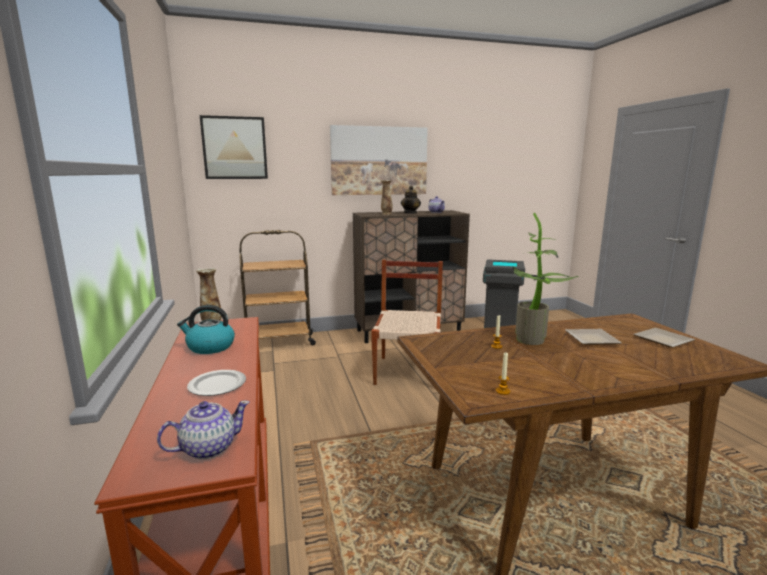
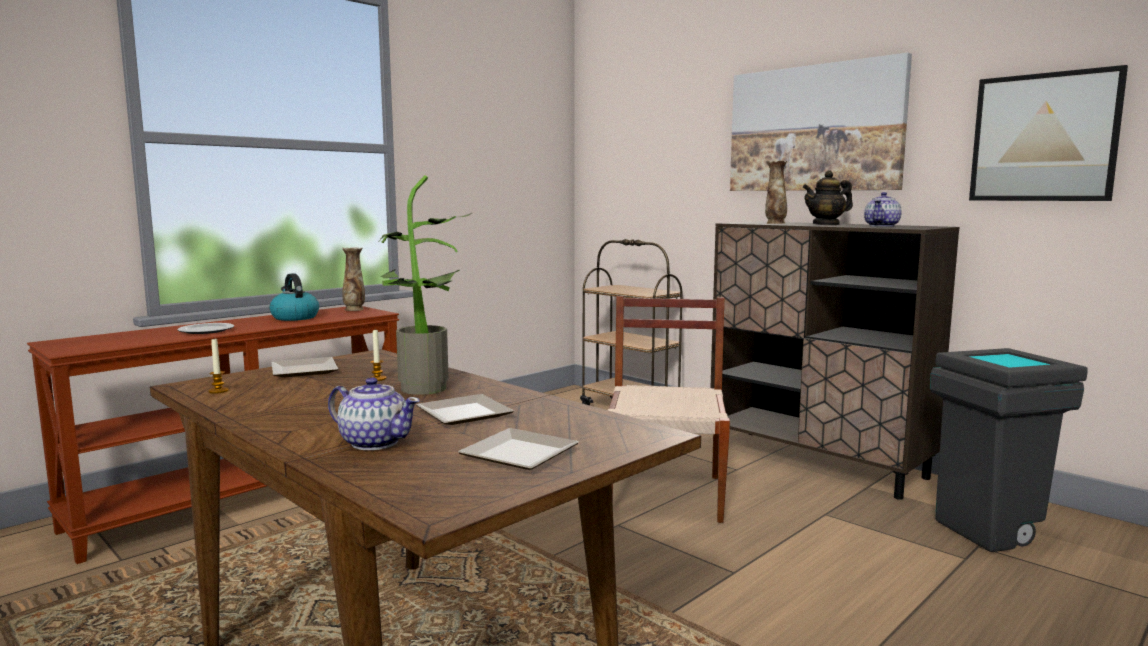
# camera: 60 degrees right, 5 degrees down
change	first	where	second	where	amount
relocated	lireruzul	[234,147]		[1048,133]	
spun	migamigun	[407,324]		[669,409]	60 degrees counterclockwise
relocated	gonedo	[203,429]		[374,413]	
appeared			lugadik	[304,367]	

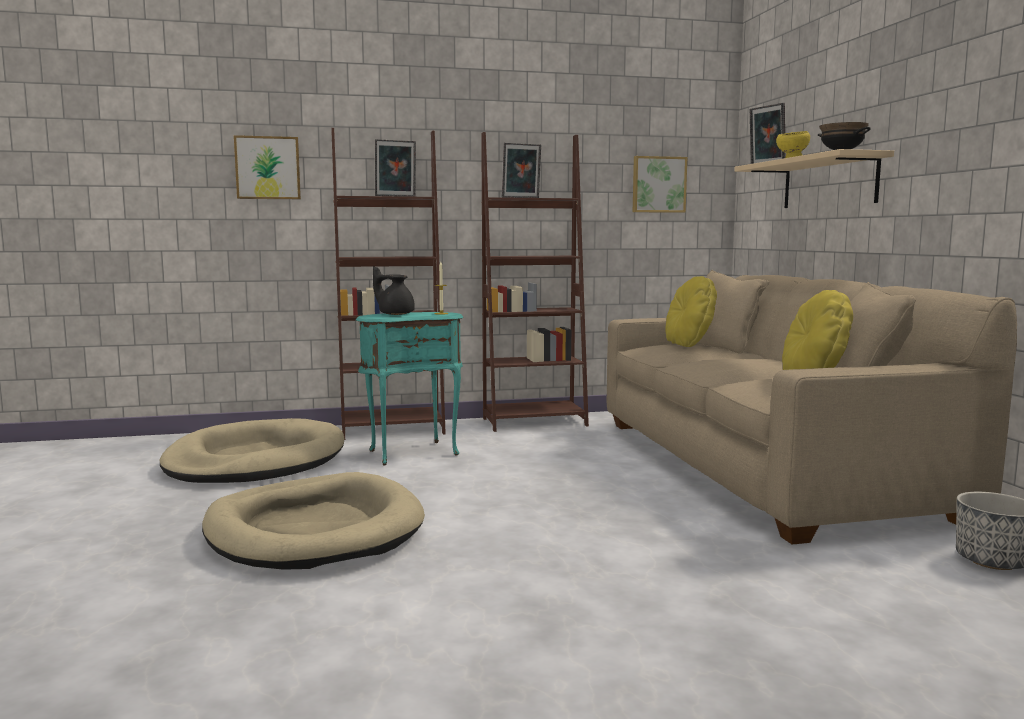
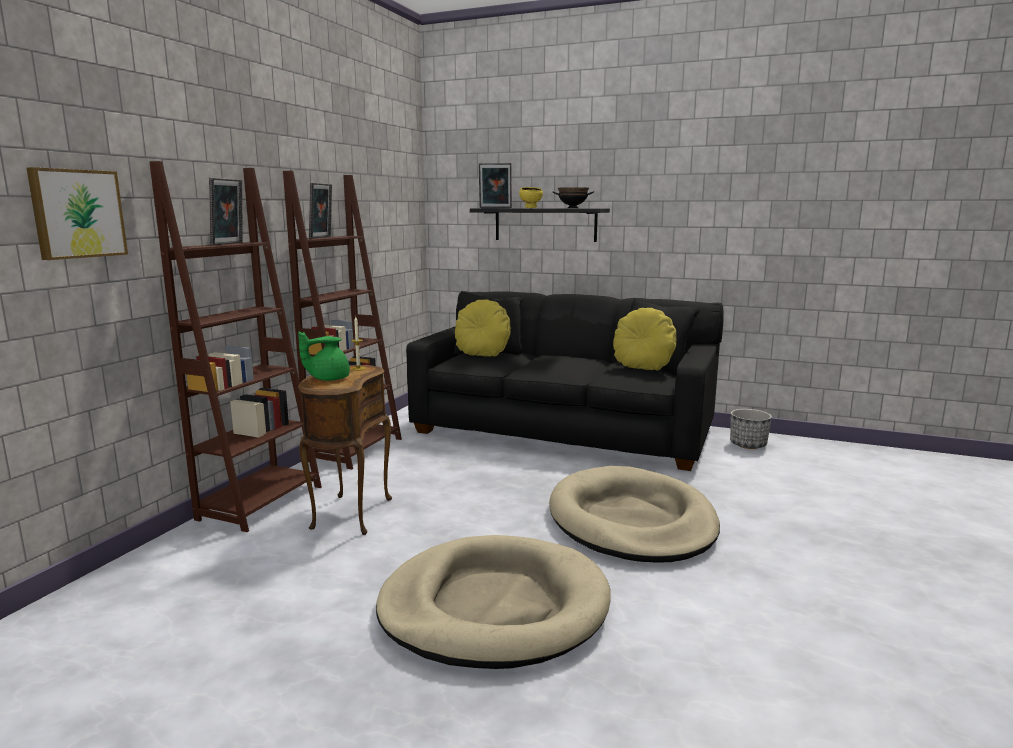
# camera: 55 degrees left, 5 degrees up
change	first	where	second	where	amount
colour	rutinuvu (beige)	[814,178]	rutinuvu (black)	[540,225]	
missing	lireruzul	[660,184]			
colour	gonedo (black)	[394,290]	gonedo (green)	[324,356]	
colour	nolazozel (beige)	[812,407]	nolazozel (black)	[565,381]	
colour	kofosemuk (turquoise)	[409,389]	kofosemuk (brown)	[345,450]	
relocated	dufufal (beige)	[252,450]		[634,514]	

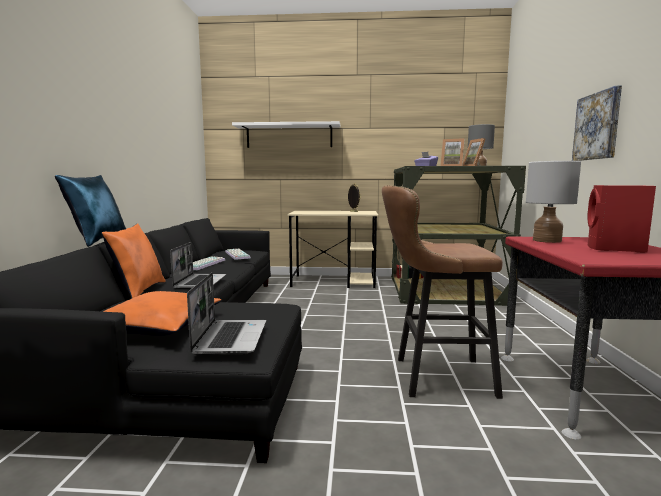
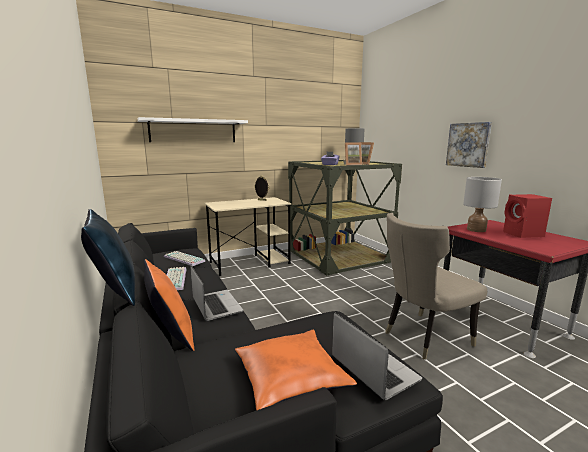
# camera: 30 degrees left, 5 degrees up
change	first	where	second	where	amount
exchanged	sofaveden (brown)	[442,292]	migamigun (beige)	[436,286]	

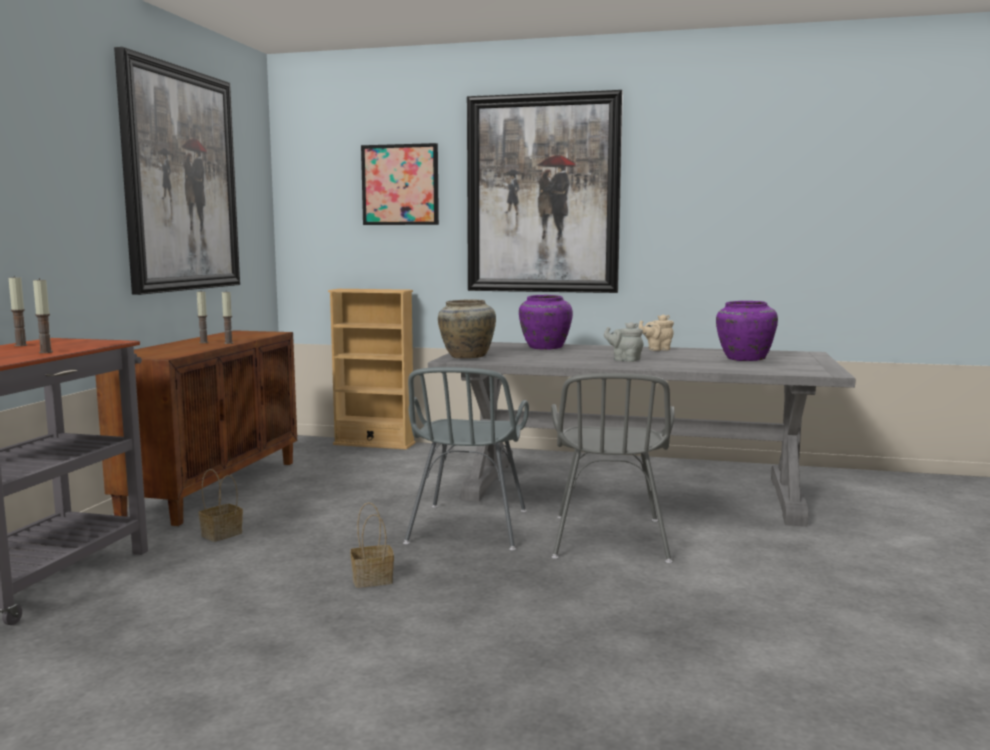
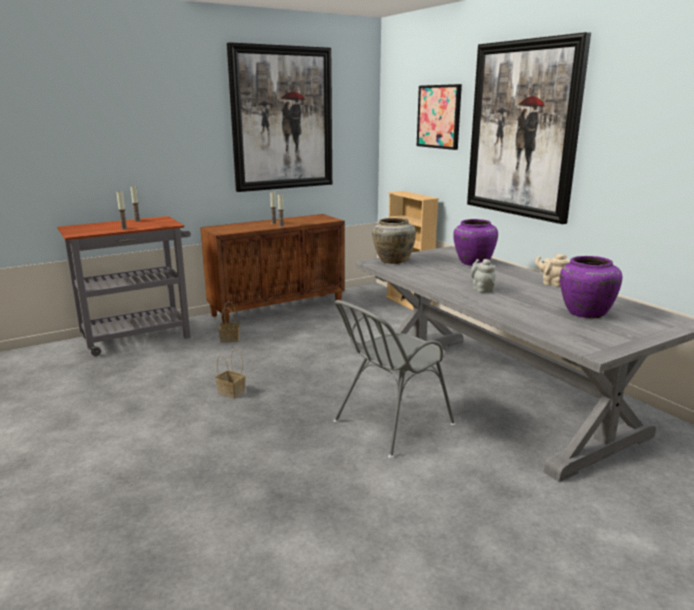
# camera: 45 degrees right, 10 degrees up
change	first	where	second	where	amount
missing	migamigun (grey)	[466,459]			

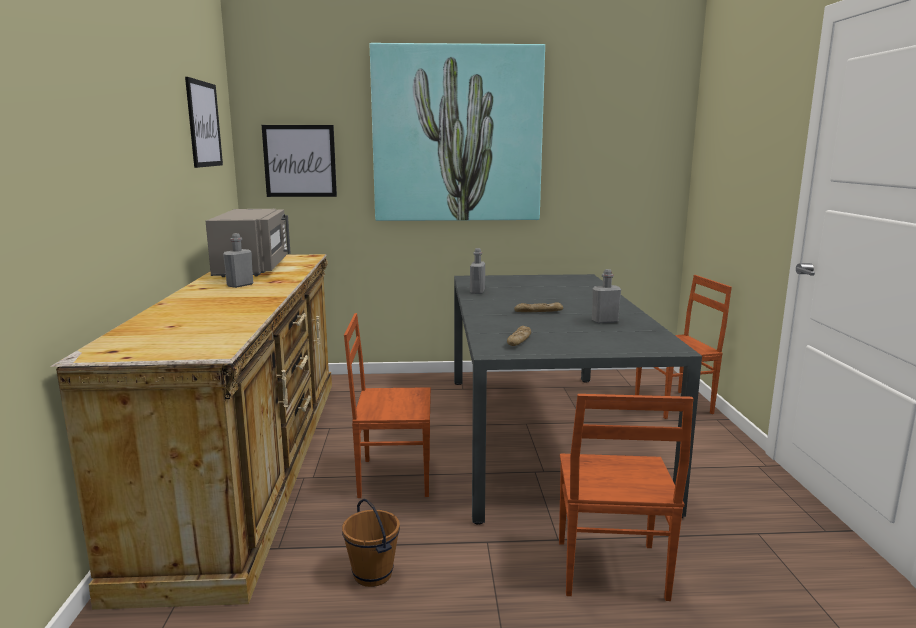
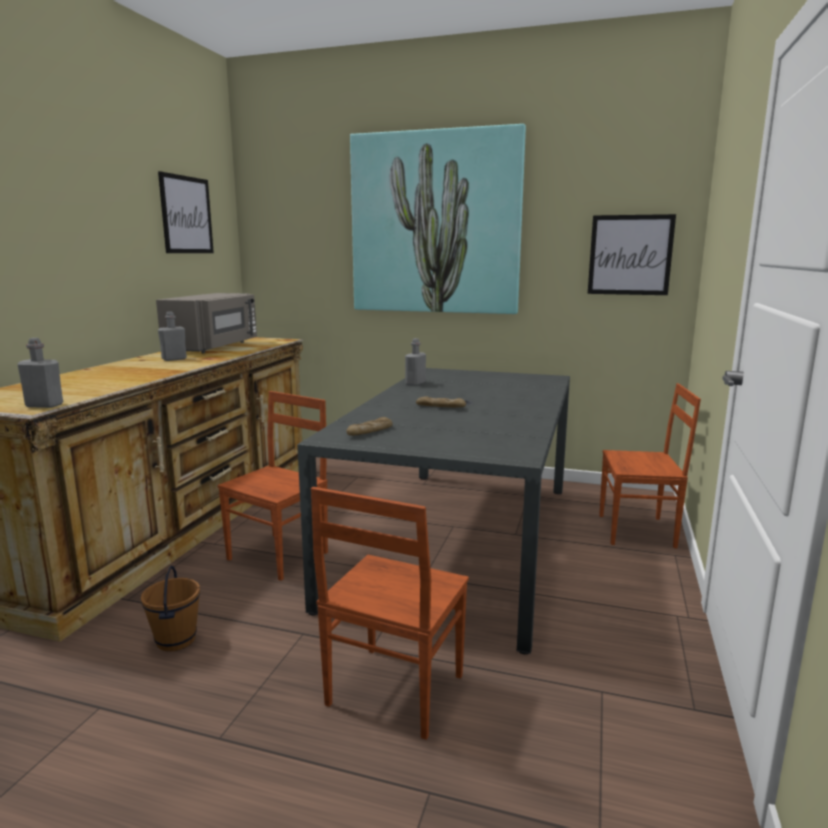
# camera: 20 degrees right, 0 degrees up
change	first	where	second	where	amount
relocated	lireruzul	[299,161]		[632,254]	
relocated	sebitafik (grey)	[606,296]		[40,373]	
spun	migamigun (brown)	[387,405]		[272,486]	105 degrees clockwise

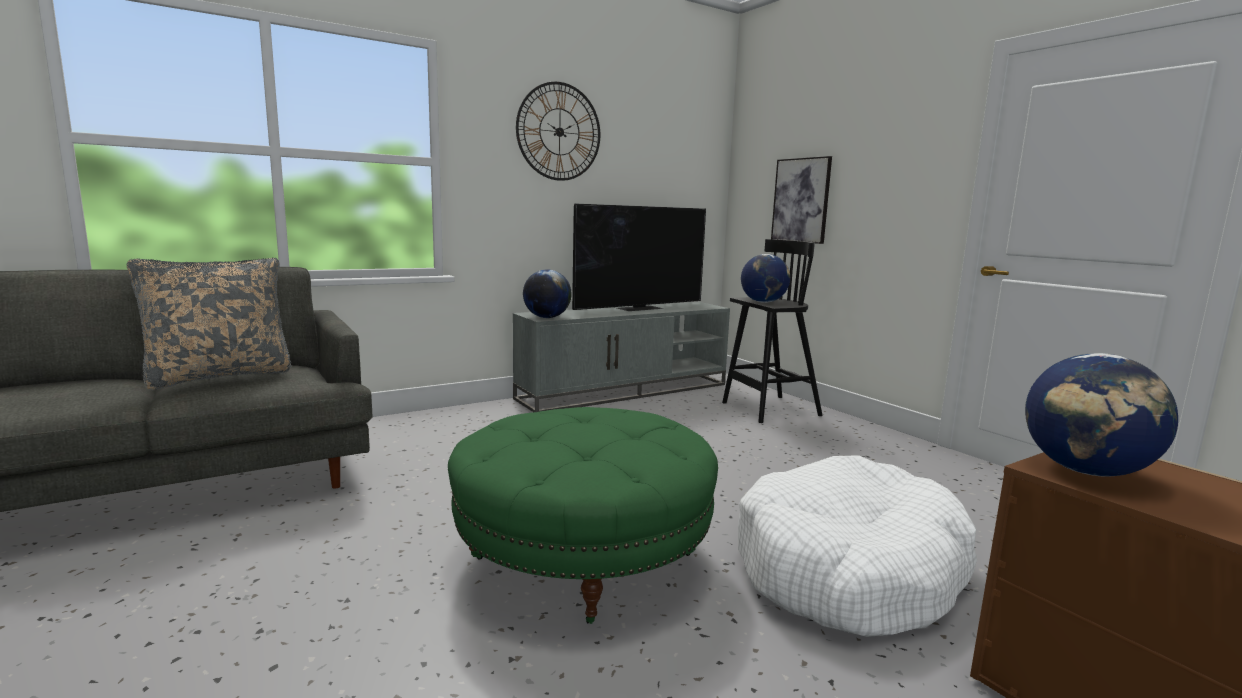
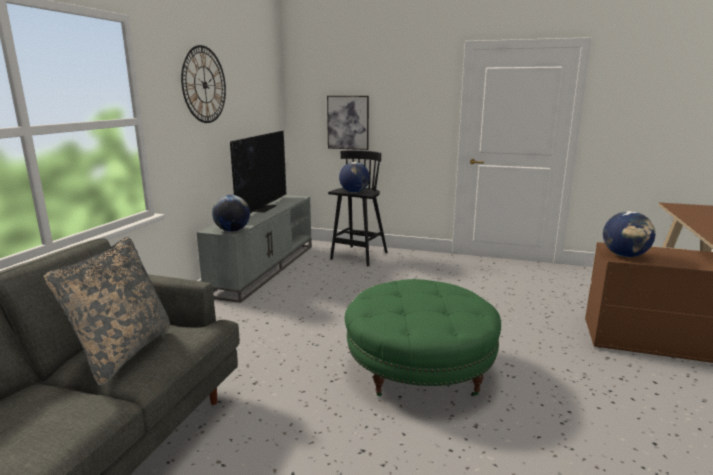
# camera: 40 degrees left, 5 degrees up
change	first	where	second	where	amount
missing	dufufal (white)	[857,546]			

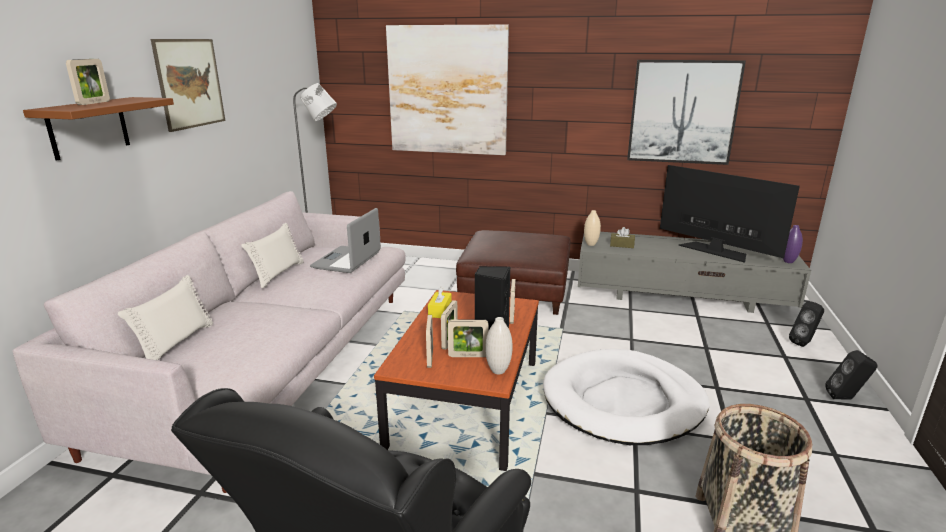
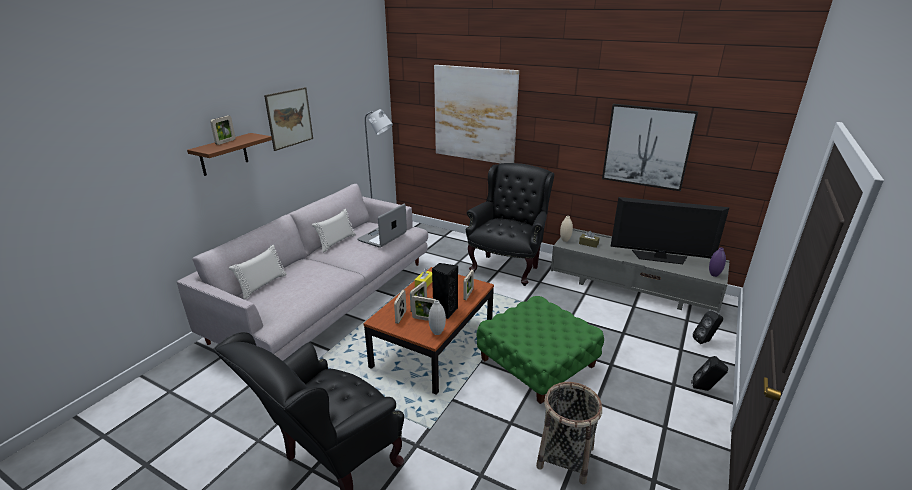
# camera: 15 degrees right, 5 degrees up
change	first	where	second	where	amount
spun	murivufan	[730,214]		[670,230]	135 degrees clockwise
exchanged	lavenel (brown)	[513,272]	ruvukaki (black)	[510,224]	
exchanged	dufufal (white)	[626,397]	lavenel (green)	[540,350]	

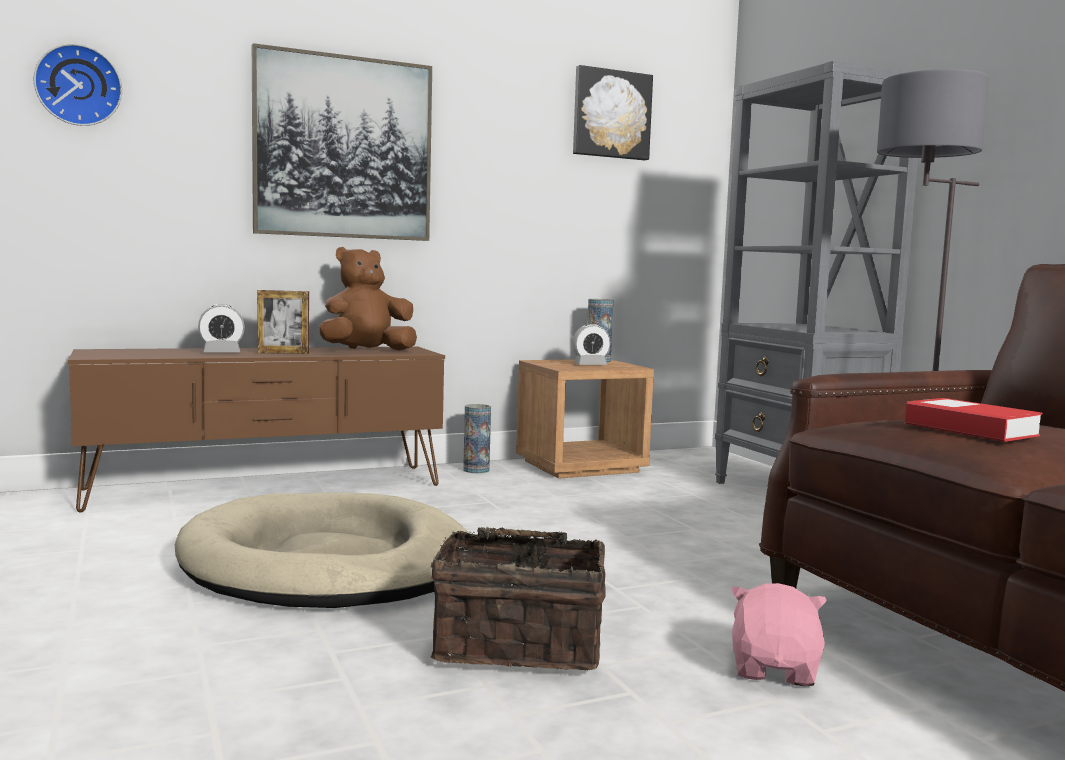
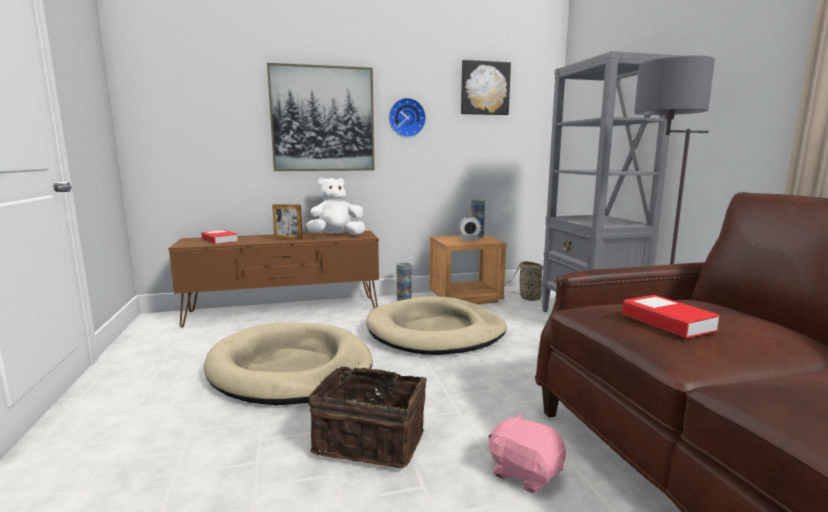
# camera: 10 degrees right, 5 degrees up
change	first	where	second	where	amount
relocated	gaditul	[78,85]		[407,118]	
colour	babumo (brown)	[368,299]	babumo (white)	[335,206]	
missing	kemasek	[221,328]			
spun	babumo (pink)	[779,634]		[527,453]	75 degrees counterclockwise
appeared			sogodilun	[219,237]	
appeared			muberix	[530,281]	
appeared			dufufal (beige)	[436,325]	

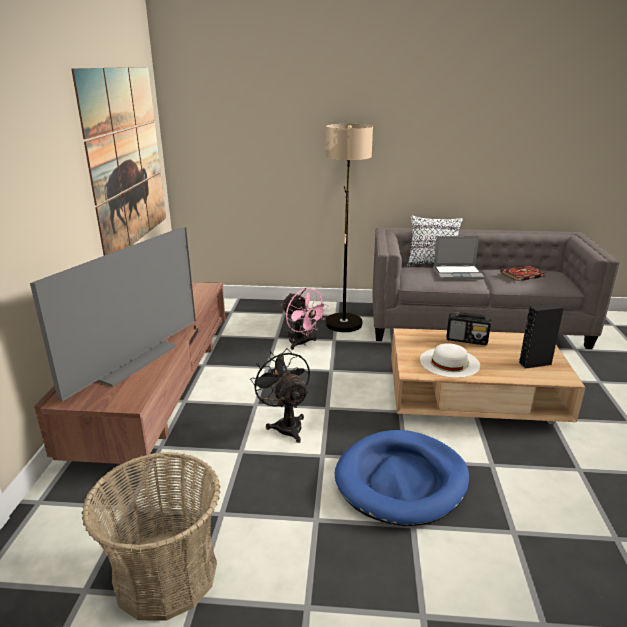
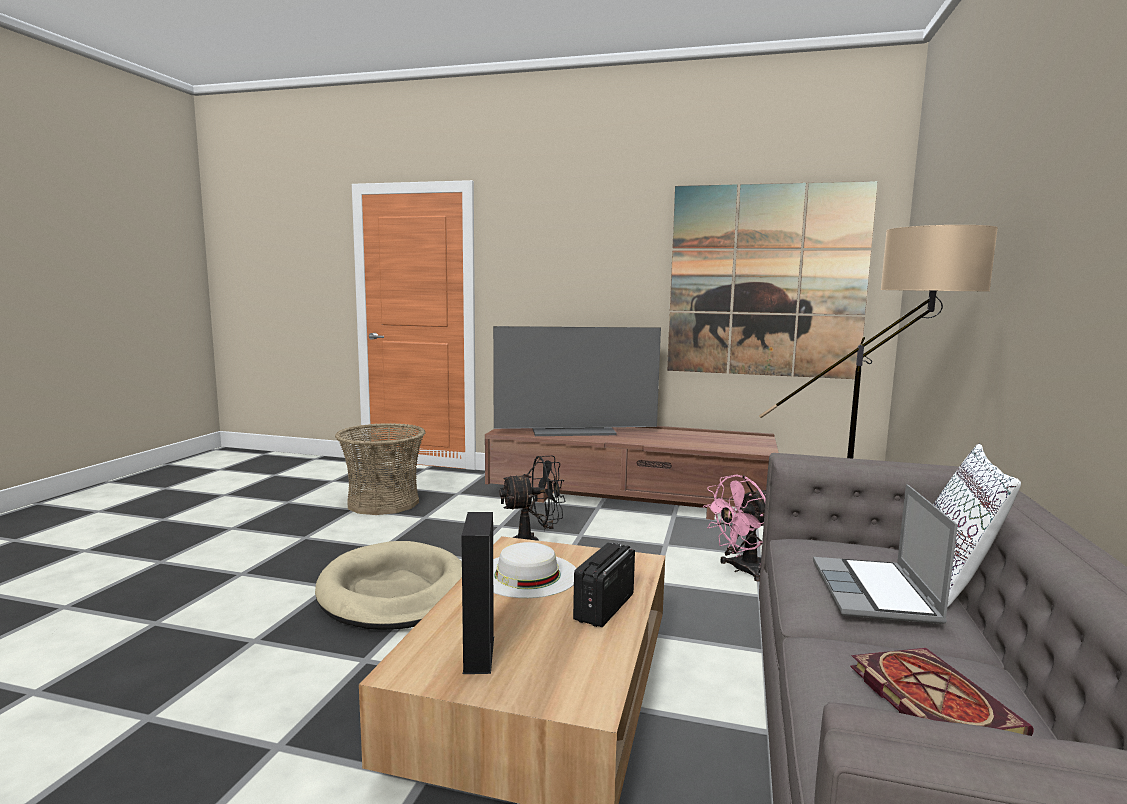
# camera: 100 degrees right, 15 degrees down
change	first	where	second	where	amount
spun	murivufan	[113,314]		[577,381]	45 degrees counterclockwise
colour	dufufal (blue)	[402,478]	dufufal (beige)	[388,585]	

